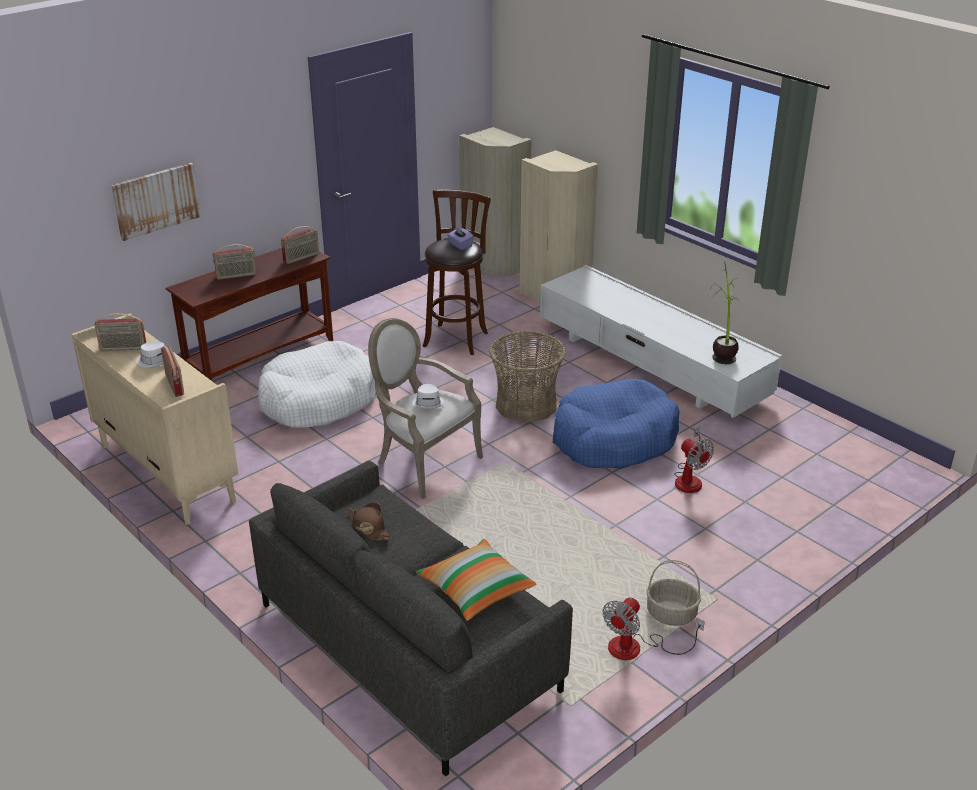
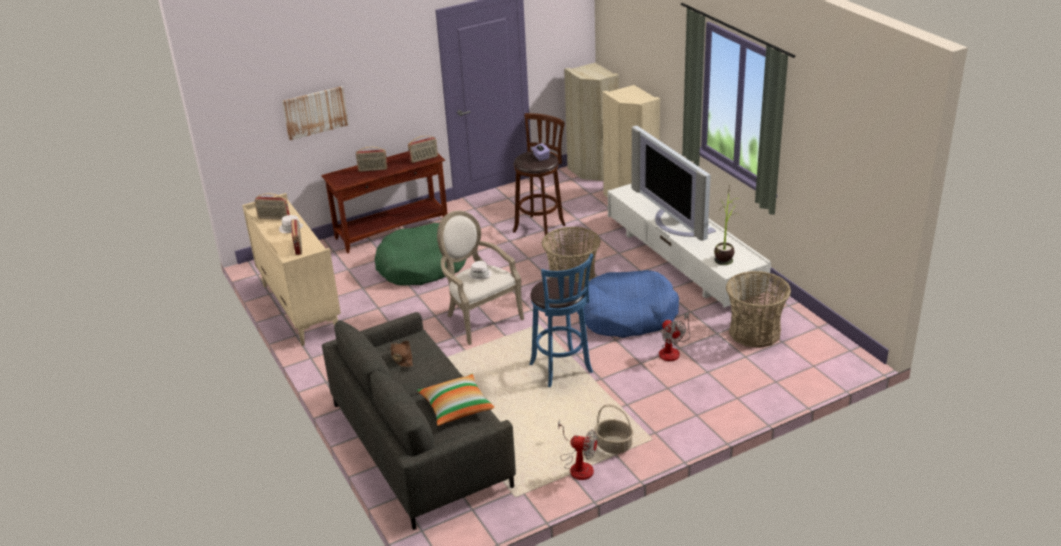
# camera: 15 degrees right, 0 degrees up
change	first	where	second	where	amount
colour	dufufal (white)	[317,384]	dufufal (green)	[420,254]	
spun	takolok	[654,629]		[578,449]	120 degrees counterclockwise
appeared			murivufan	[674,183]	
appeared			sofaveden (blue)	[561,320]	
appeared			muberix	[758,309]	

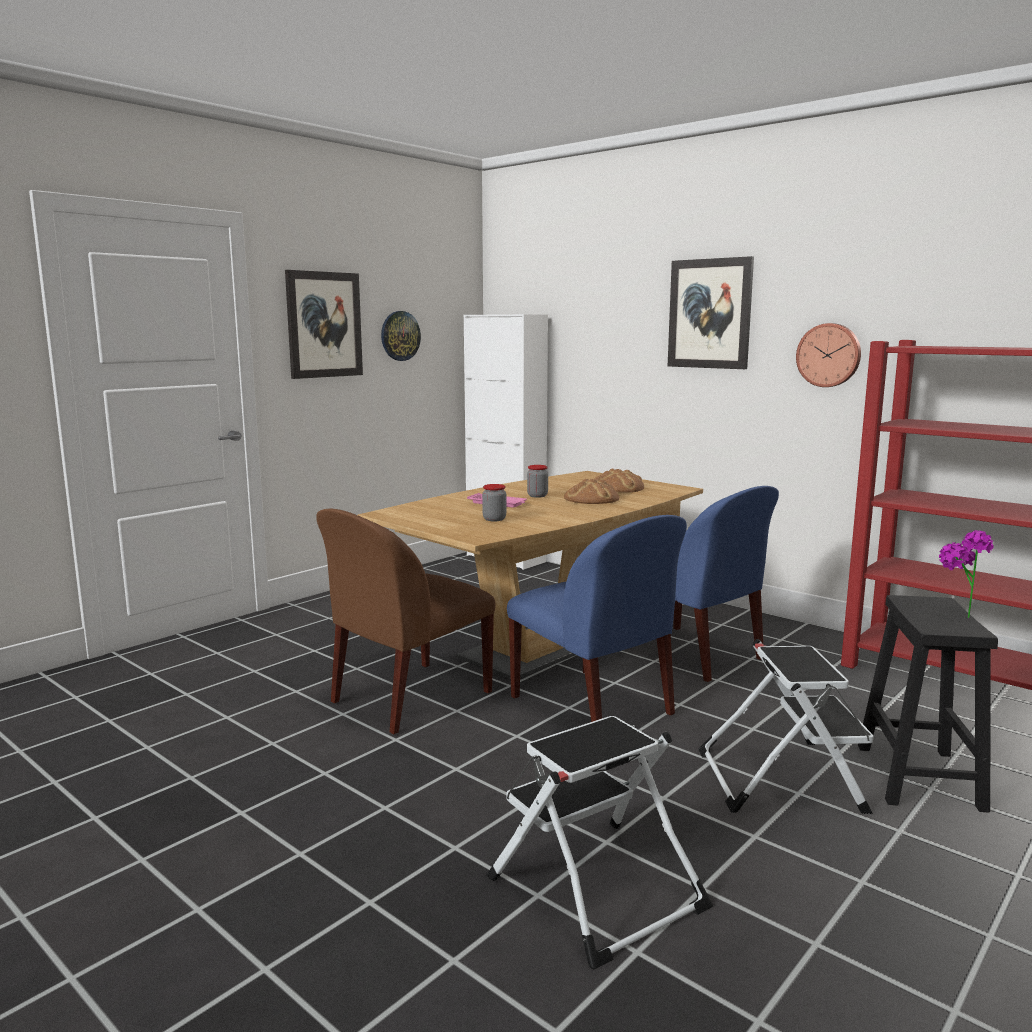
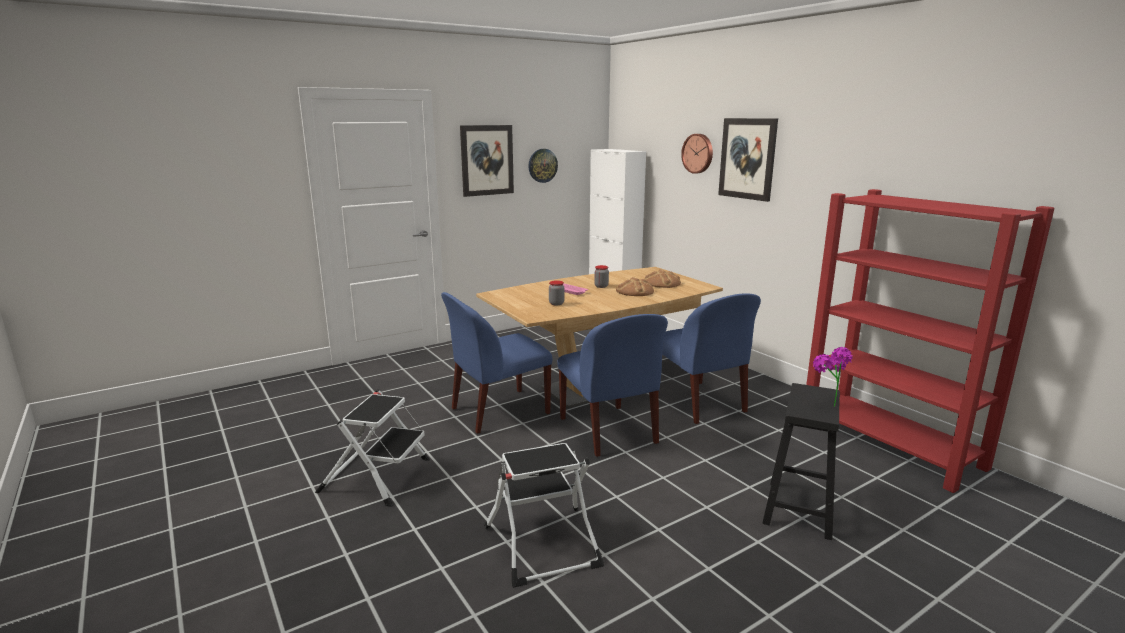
# camera: 15 degrees right, 5 degrees up
change	first	where	second	where	amount
relocated	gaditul	[828,355]		[697,154]	
colour	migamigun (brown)	[406,621]	migamigun (blue)	[496,363]	
relocated	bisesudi	[785,726]		[372,448]	

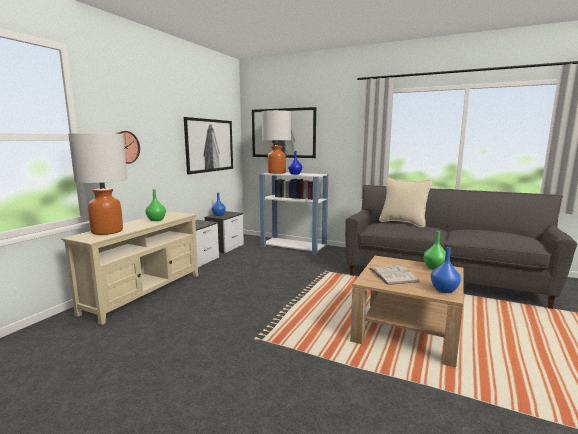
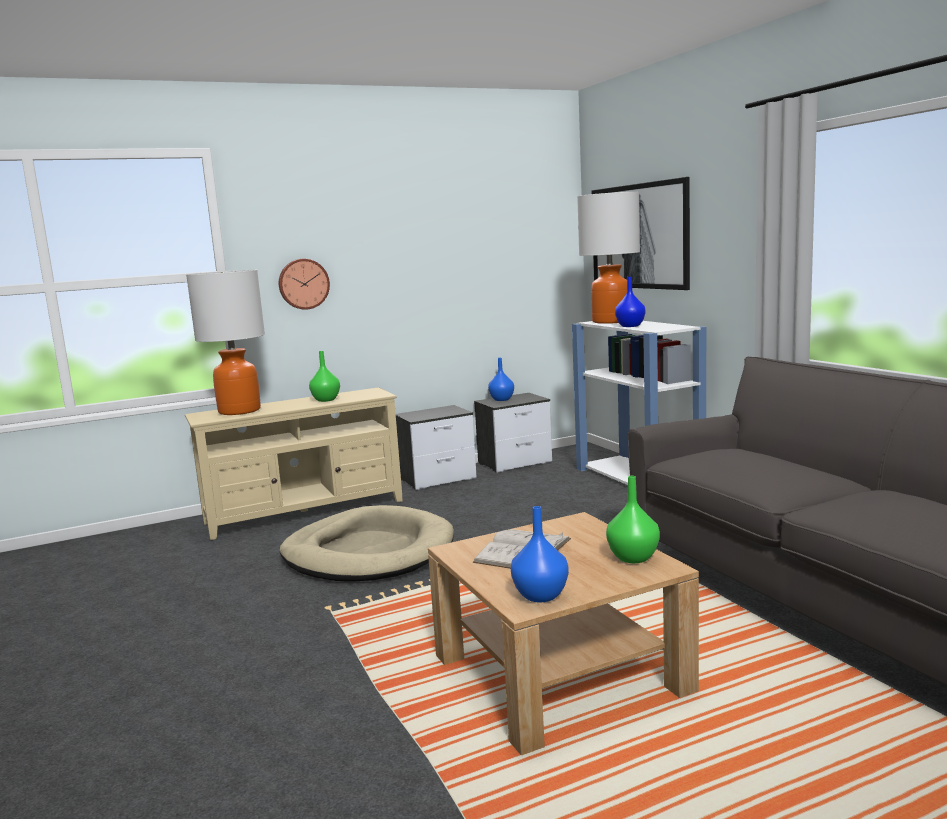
# camera: 40 degrees right, 0 degrees up
change	first	where	second	where	amount
missing	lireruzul	[208,145]			
missing	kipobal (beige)	[405,203]			
appeared			dufufal (beige)	[367,543]	

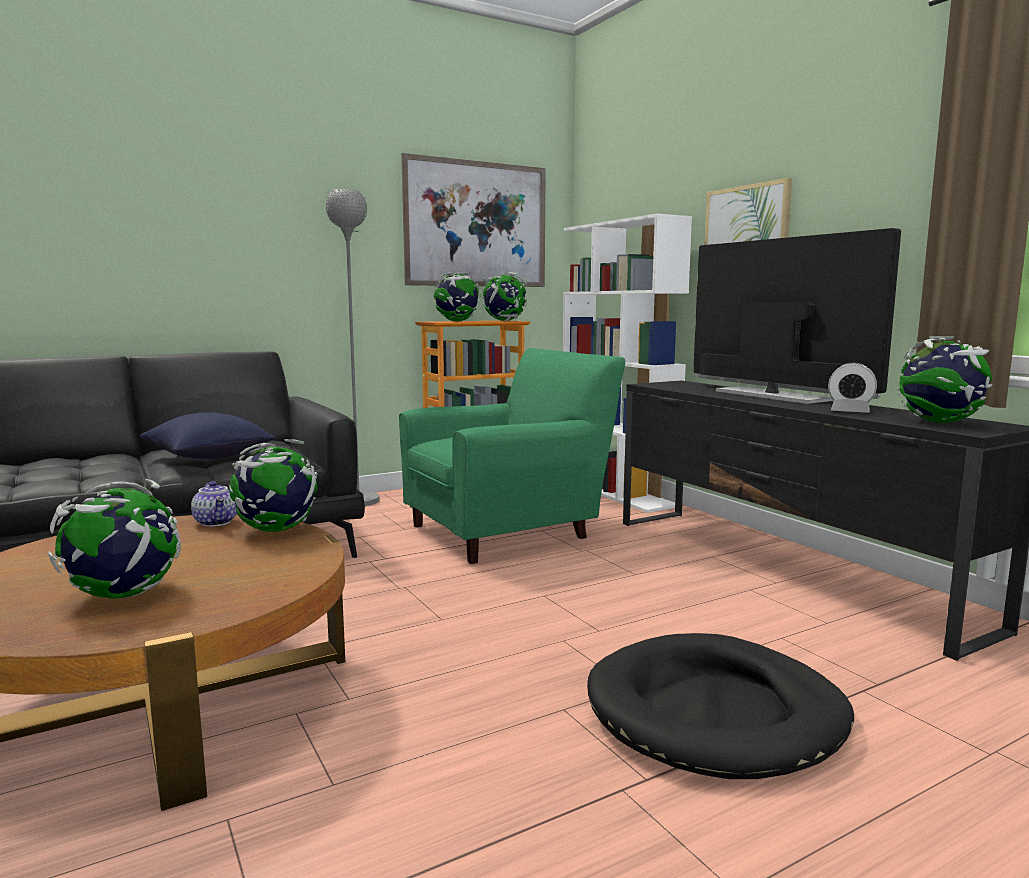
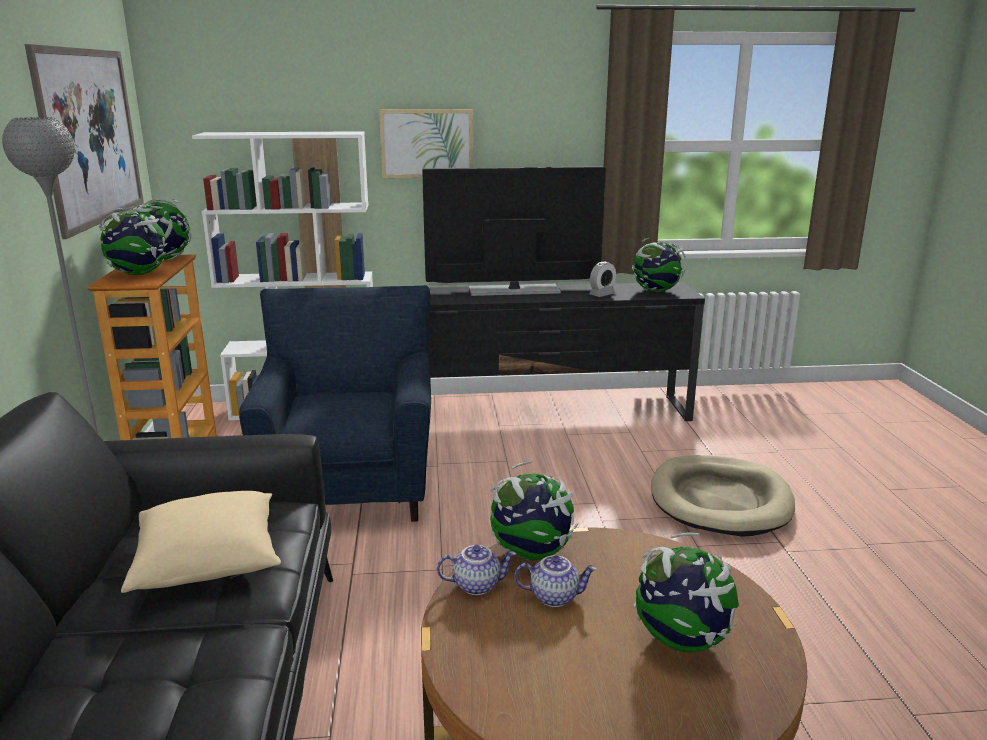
# camera: 65 degrees left, 10 degrees up
change	first	where	second	where	amount
colour	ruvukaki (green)	[512,456]	ruvukaki (blue)	[335,403]	
colour	kipobal (blue)	[207,435]	kipobal (beige)	[201,542]	
colour	dufufal (black)	[720,706]	dufufal (beige)	[723,496]	
appeared			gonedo	[555,581]	

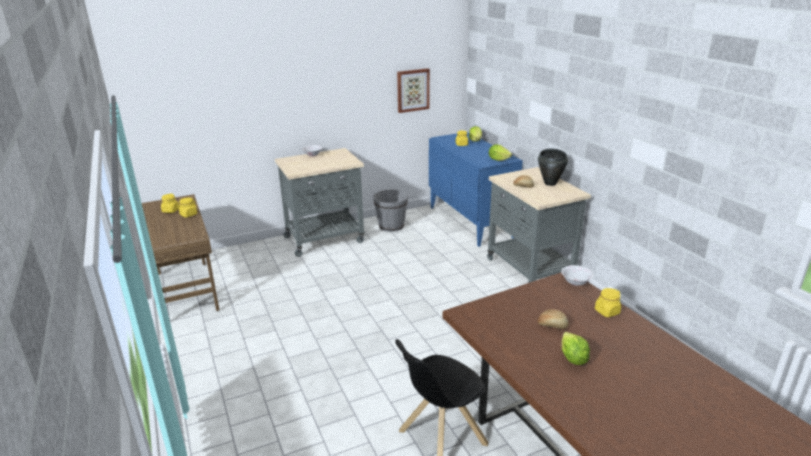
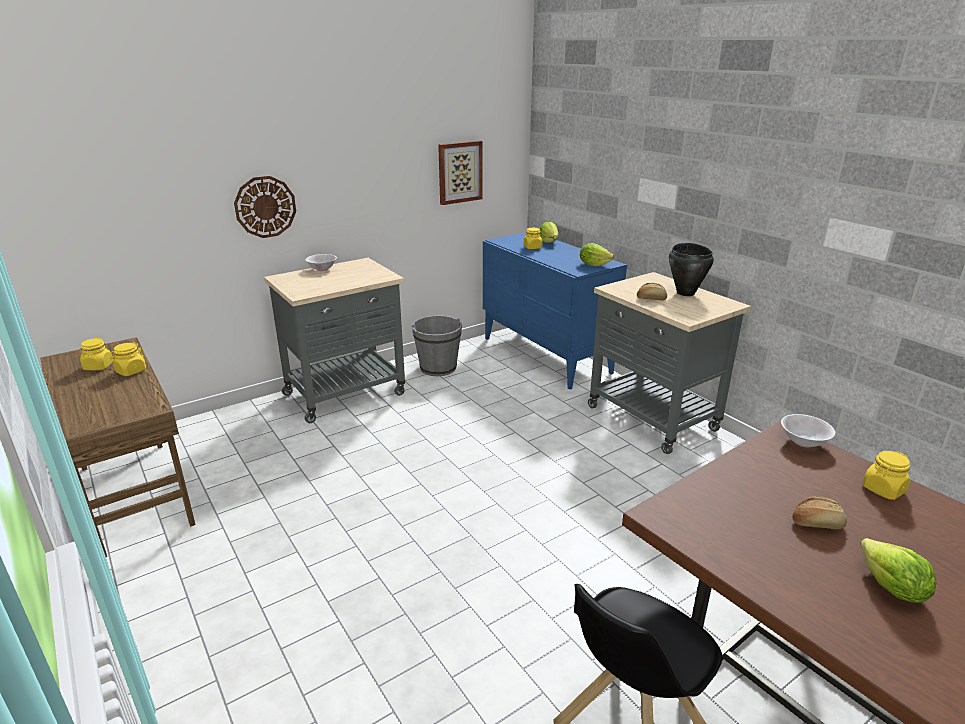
# camera: 10 degrees left, 0 degrees up
change	first	where	second	where	amount
appeared			gaditul	[265,207]	

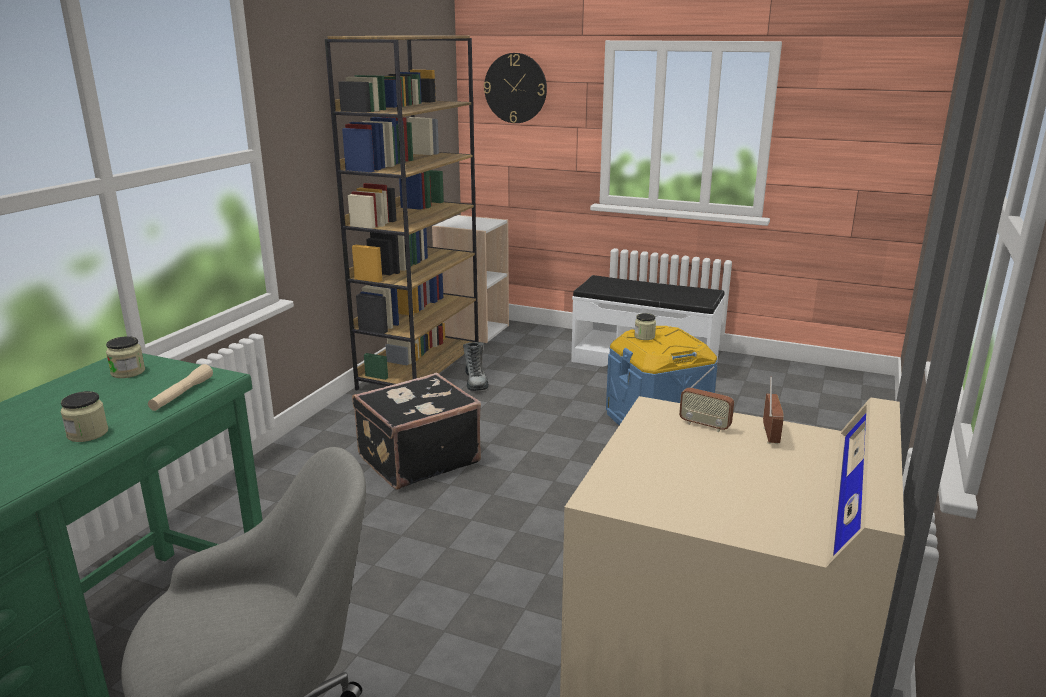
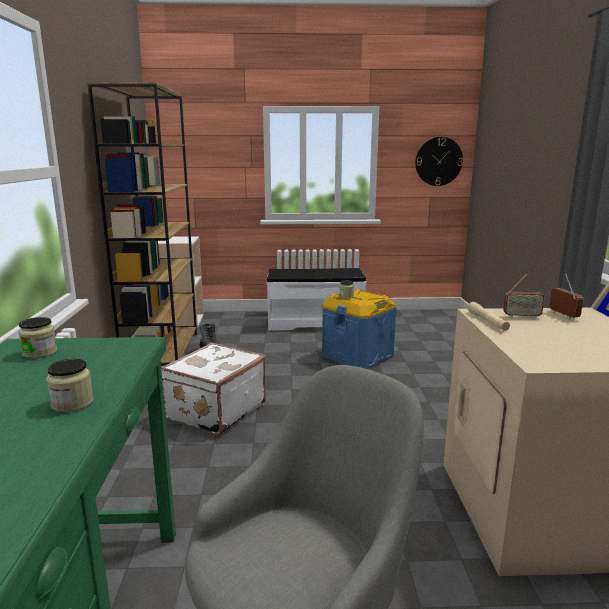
# camera: 25 degrees left, 5 degrees down
change	first	where	second	where	amount
relocated	gaditul	[515,88]		[439,161]	
relocated	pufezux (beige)	[180,387]		[488,316]	
colour	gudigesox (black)	[416,431]	gudigesox (white)	[213,388]	

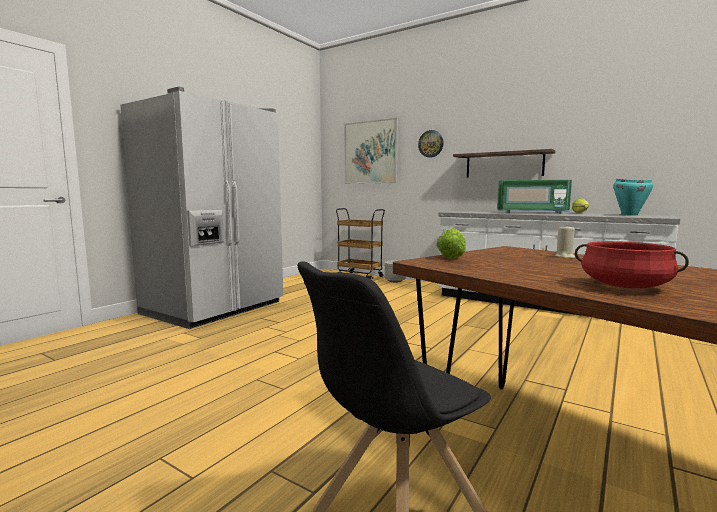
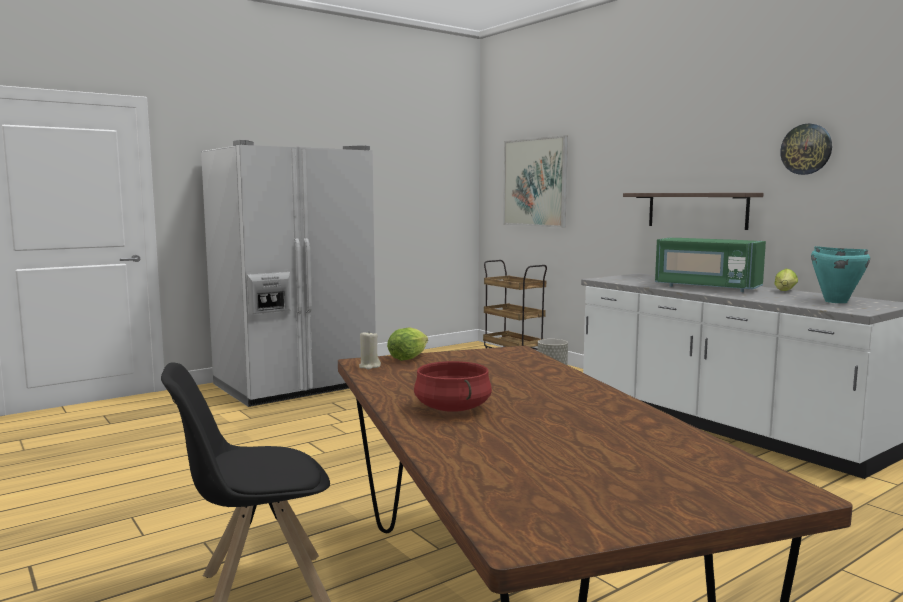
# camera: 20 degrees right, 0 degrees up
change	first	where	second	where	amount
relocated	gaditul	[430,144]		[806,149]	
relocated	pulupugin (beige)	[565,242]		[370,349]	

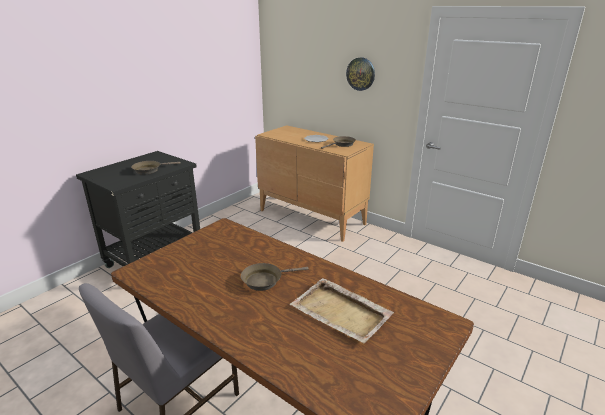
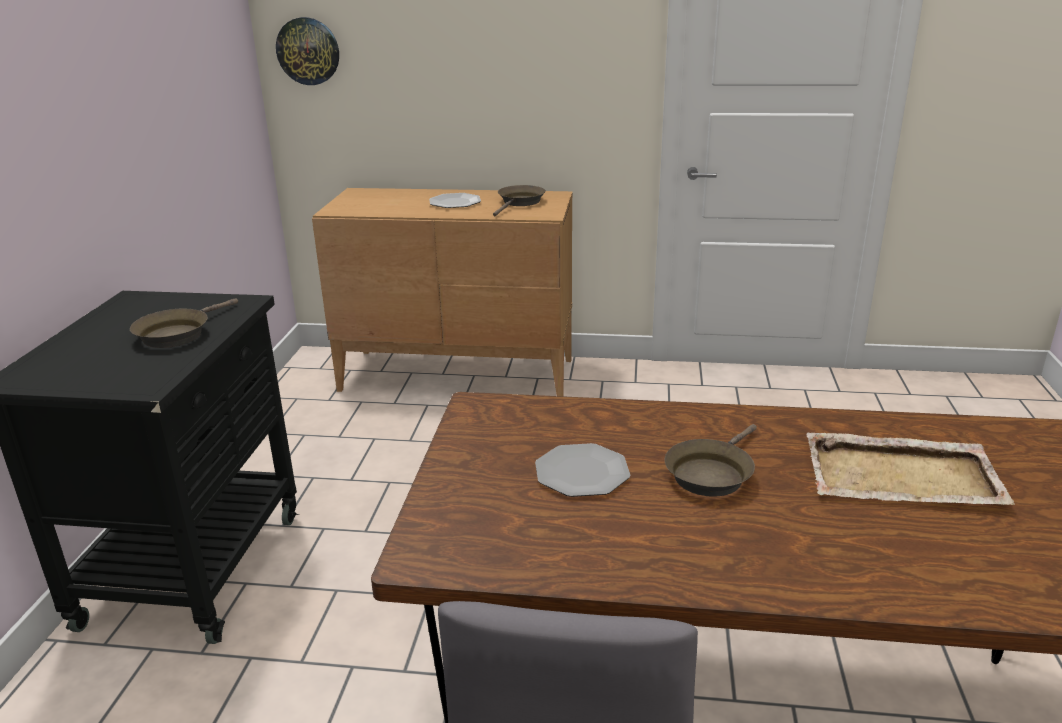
# camera: 30 degrees left, 0 degrees up
change	first	where	second	where	amount
relocated	gaditul	[360,74]		[307,51]	
appeared			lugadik	[582,470]	

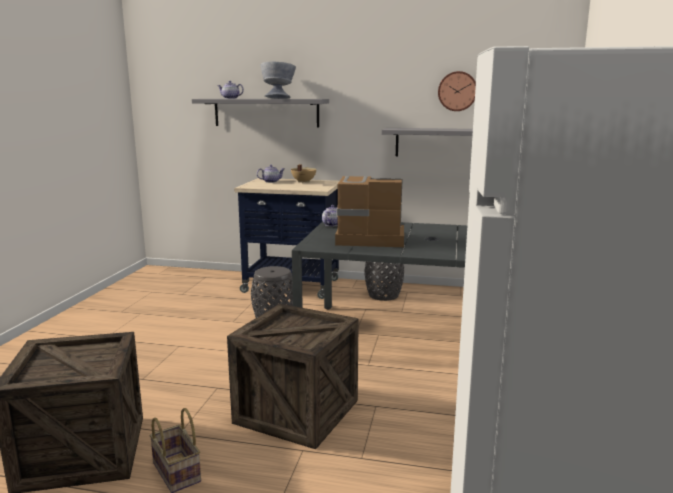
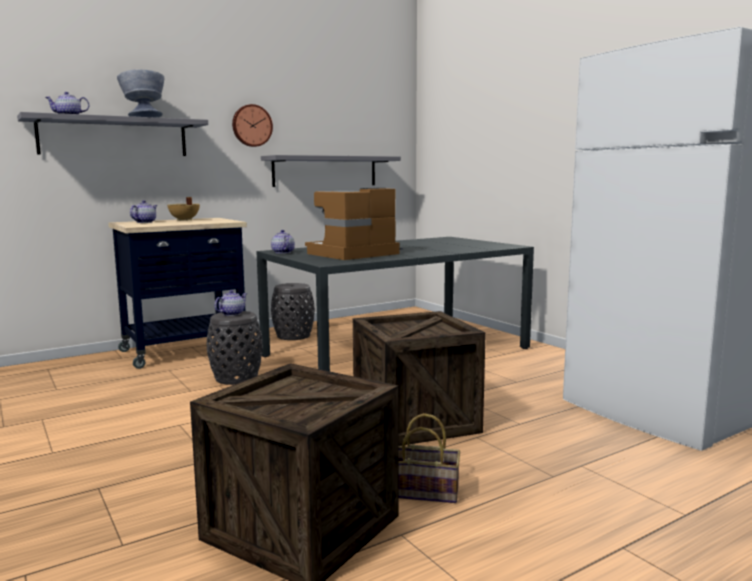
# camera: 45 degrees left, 5 degrees down
change	first	where	second	where	amount
relocated	gaditul	[457,91]		[252,125]	
appeared			gonedo	[230,303]	

